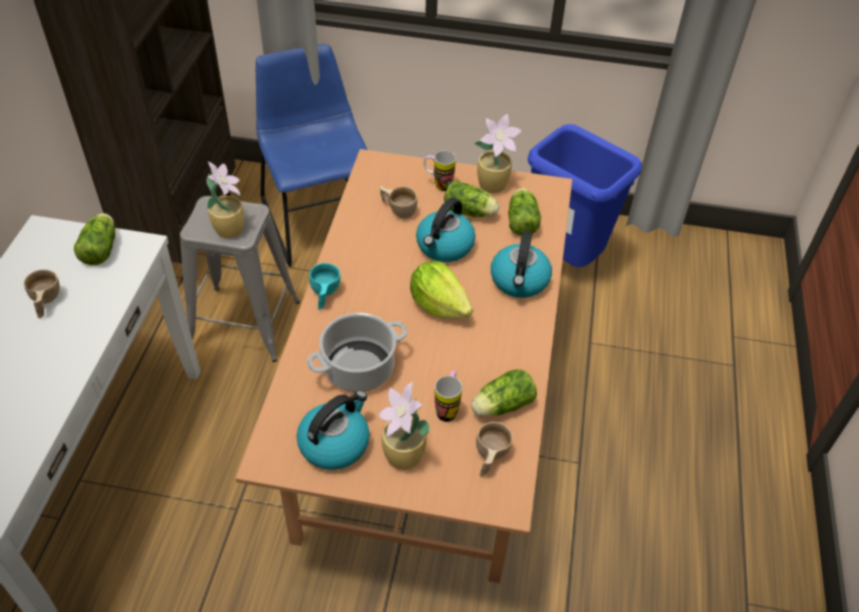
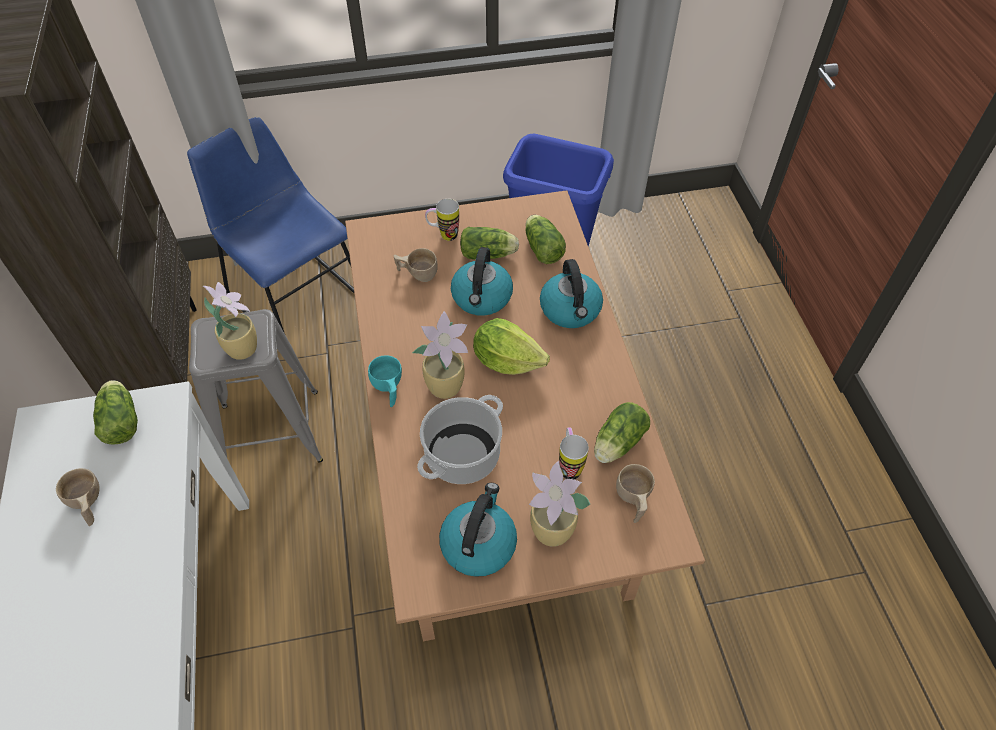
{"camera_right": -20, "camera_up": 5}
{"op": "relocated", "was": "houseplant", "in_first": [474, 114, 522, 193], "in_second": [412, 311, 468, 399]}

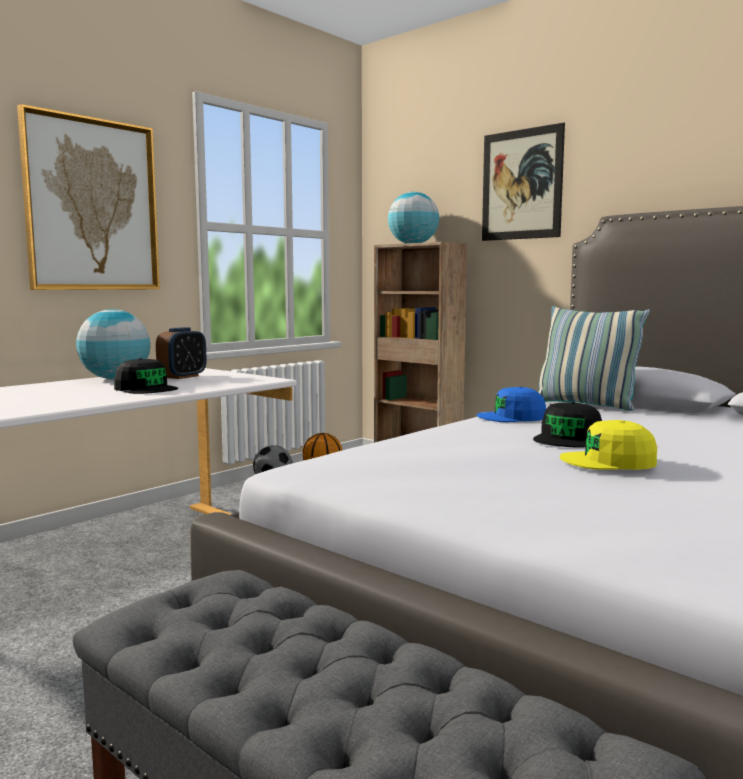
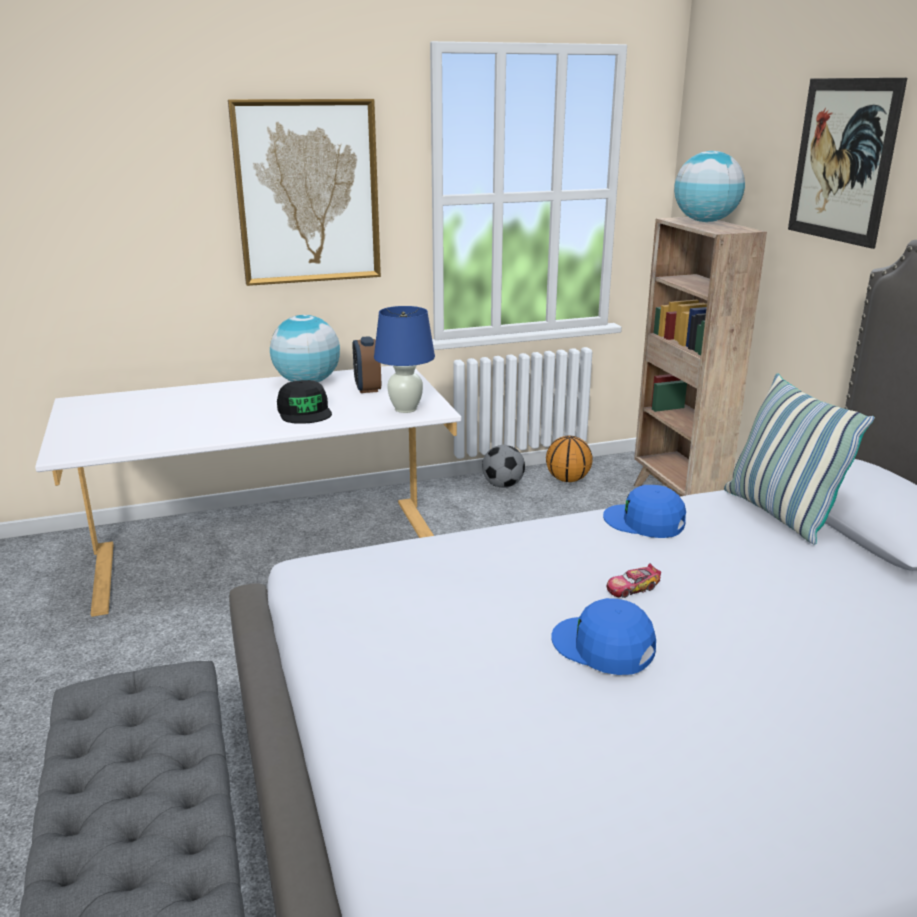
{"camera_right": 30, "camera_up": 15}
{"op": "appeared", "now": "table lamp (blue)", "in_second": [374, 306, 435, 413]}
{"op": "exchanged", "was": "baseball cap (black)", "now": "model car", "in_first": [533, 402, 602, 447], "in_second": [607, 563, 661, 598]}
{"op": "colour", "was": "baseball cap (yellow)", "now": "baseball cap (blue)", "in_first": [560, 420, 657, 470], "in_second": [551, 598, 656, 675]}
{"op": "spun", "was": "bedside clock", "in_first": [156, 327, 207, 379], "in_second": [353, 336, 381, 393], "clockwise": 105}

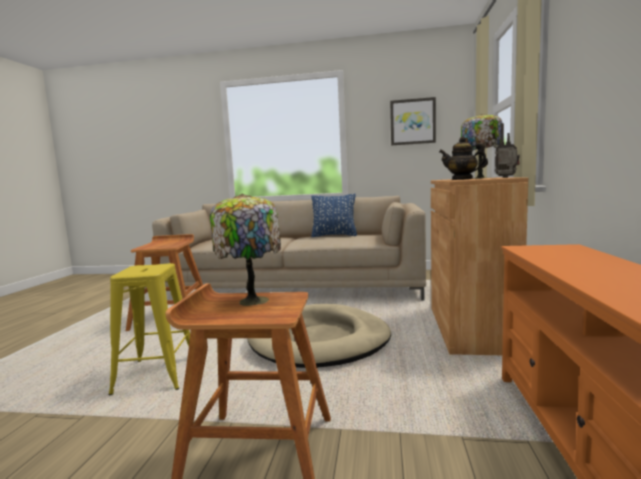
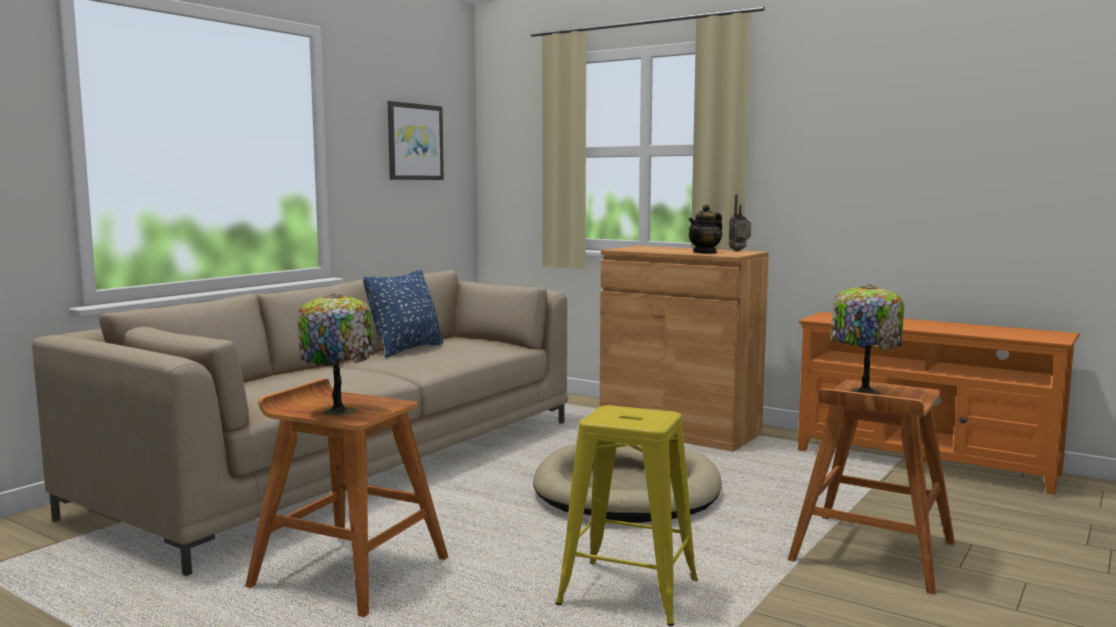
{"camera_right": -65, "camera_up": 0}
{"op": "relocated", "was": "table lamp", "in_first": [461, 114, 502, 179], "in_second": [297, 293, 374, 416]}

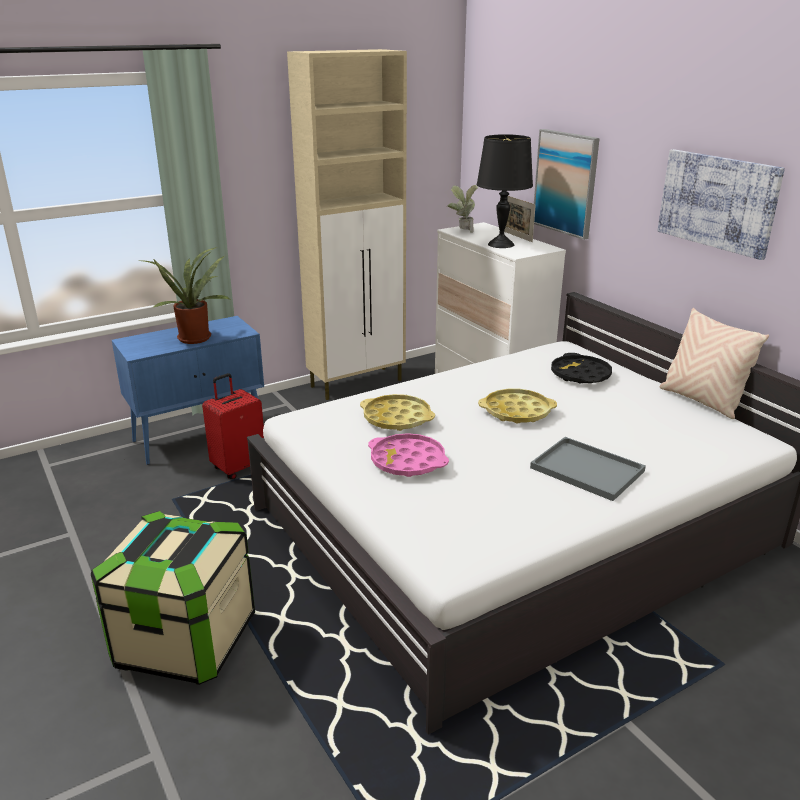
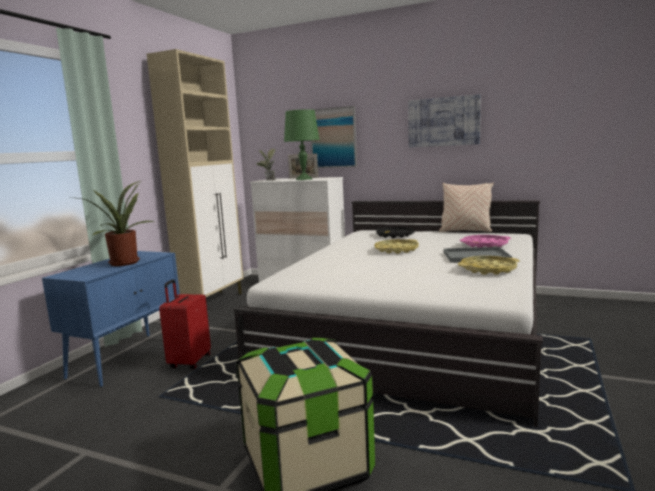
{"camera_right": -35, "camera_up": -15}
{"op": "relocated", "was": "tray (yellow)", "in_first": [360, 394, 435, 431], "in_second": [458, 256, 519, 275]}
{"op": "relocated", "was": "tray (pink-coloured)", "in_first": [368, 433, 449, 477], "in_second": [460, 235, 511, 247]}
{"op": "colour", "was": "table lamp (black)", "now": "table lamp (green)", "in_first": [477, 134, 533, 248], "in_second": [284, 109, 320, 180]}

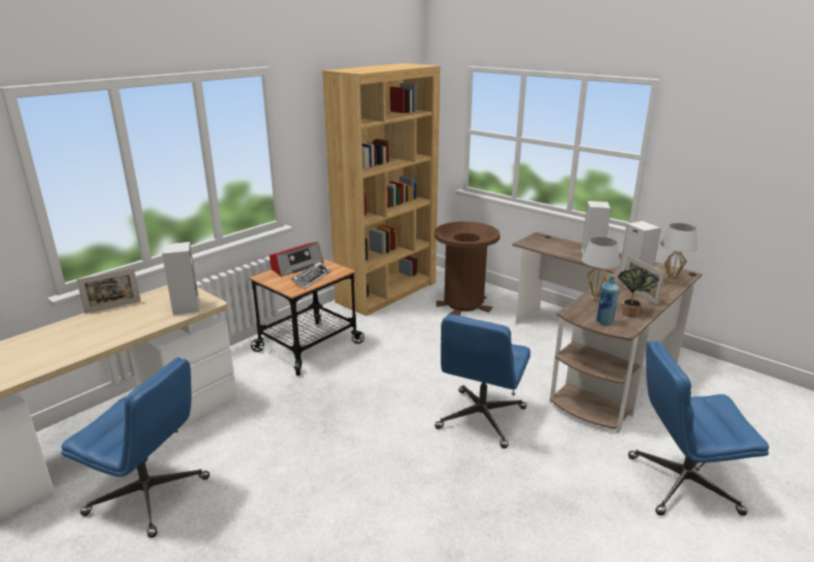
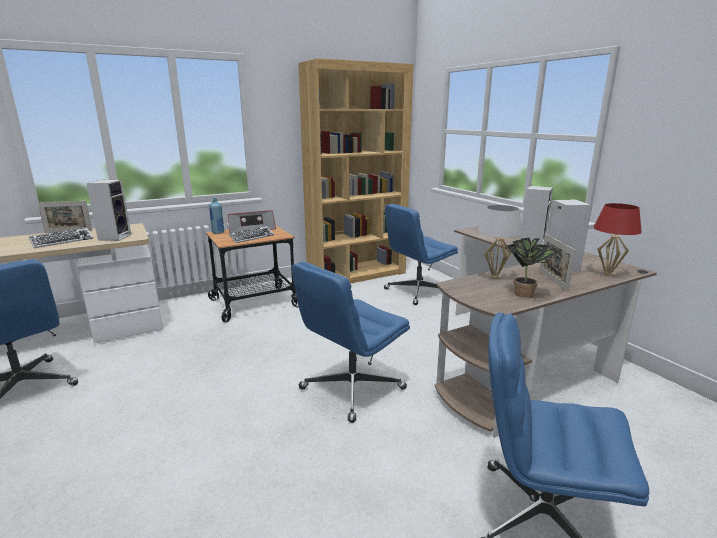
{"camera_right": 20, "camera_up": -5}
{"op": "appeared", "now": "PC keyboard", "in_second": [29, 228, 93, 248]}
{"op": "relocated", "was": "drink bottle (blue)", "in_first": [596, 276, 619, 325], "in_second": [209, 198, 224, 234]}
{"op": "exchanged", "was": "trash can (brown-coloured)", "now": "computer chair (blue)", "in_first": [434, 222, 500, 316], "in_second": [384, 204, 458, 305]}
{"op": "colour", "was": "table lamp (whitish)", "now": "table lamp (reddish)", "in_first": [660, 223, 698, 283], "in_second": [594, 203, 642, 276]}

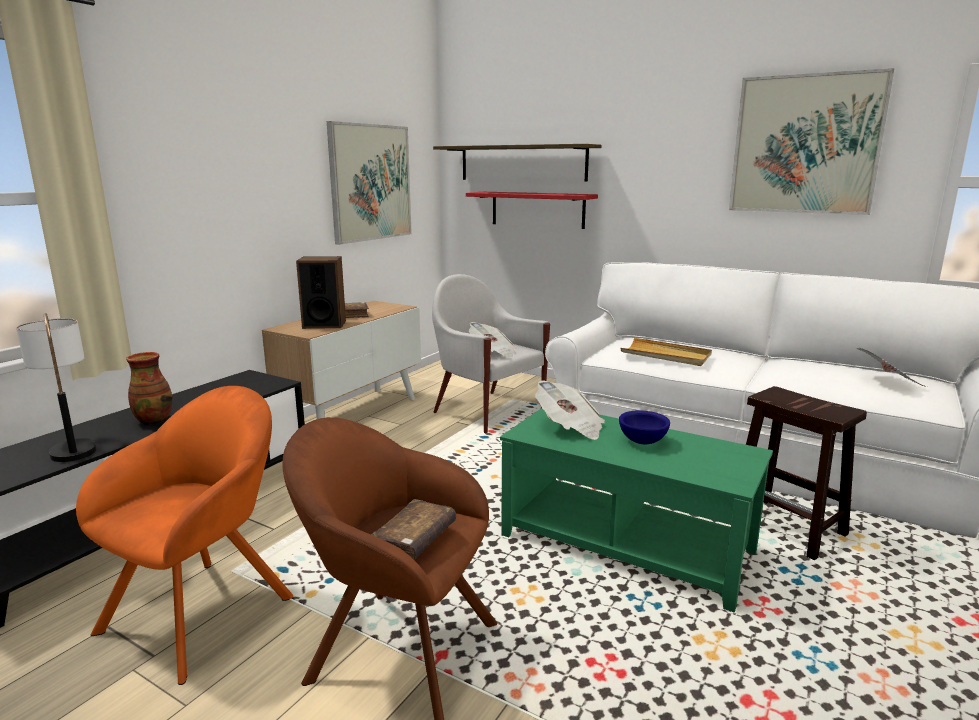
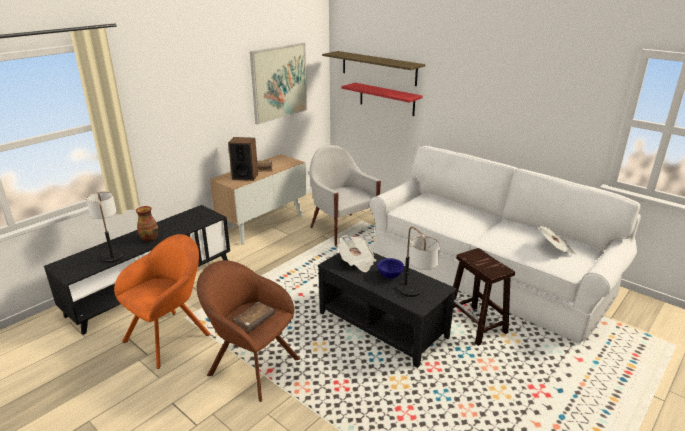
{"camera_right": 10, "camera_up": 10}
{"op": "missing", "was": "daily paper", "in_first": [468, 322, 516, 358]}
{"op": "missing", "was": "tray (beige)", "in_first": [621, 338, 712, 366]}
{"op": "missing", "was": "wall picture", "in_first": [729, 68, 895, 215]}
{"op": "appeared", "now": "table lamp", "in_second": [398, 227, 440, 297]}
{"op": "colour", "was": "low table (green)", "now": "low table (black)", "in_first": [500, 408, 773, 612], "in_second": [318, 252, 457, 368]}

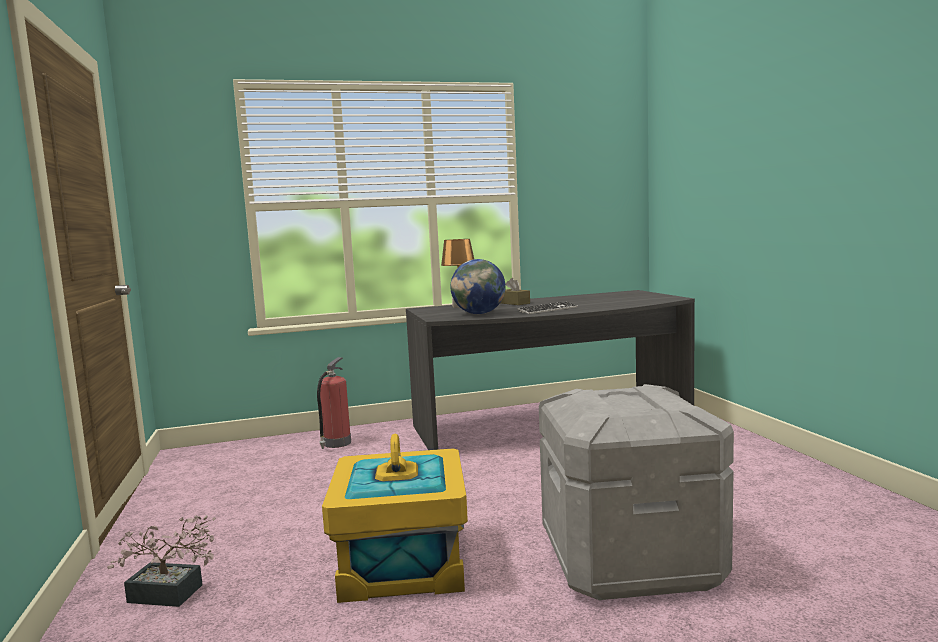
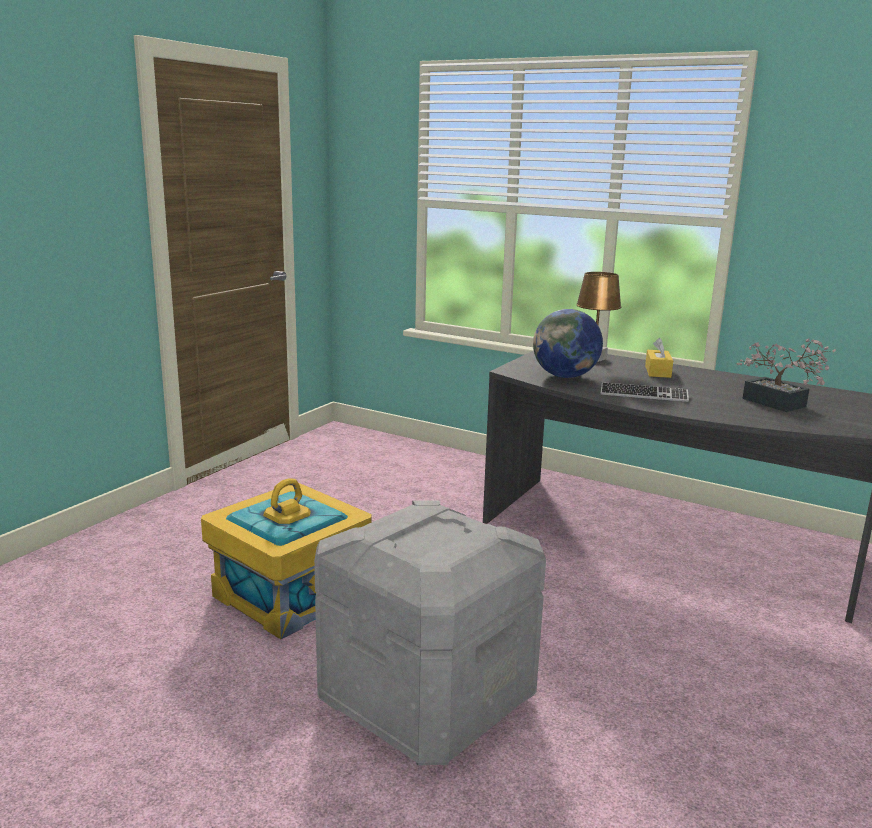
{"camera_right": 45, "camera_up": 10}
{"op": "missing", "was": "fire-fighting cylinder", "in_first": [317, 357, 351, 449]}
{"op": "relocated", "was": "houseplant", "in_first": [107, 515, 216, 607], "in_second": [736, 338, 836, 412]}
{"op": "colour", "was": "box of tissues (brown-coloured)", "now": "box of tissues (yellow)", "in_first": [500, 278, 530, 305], "in_second": [645, 338, 673, 378]}

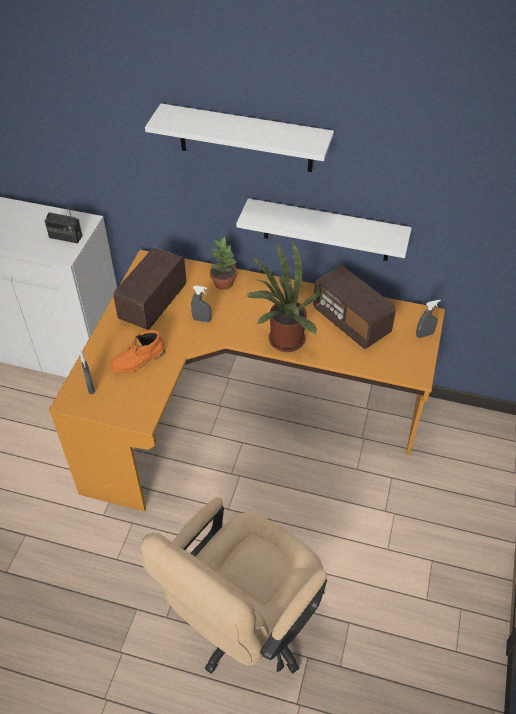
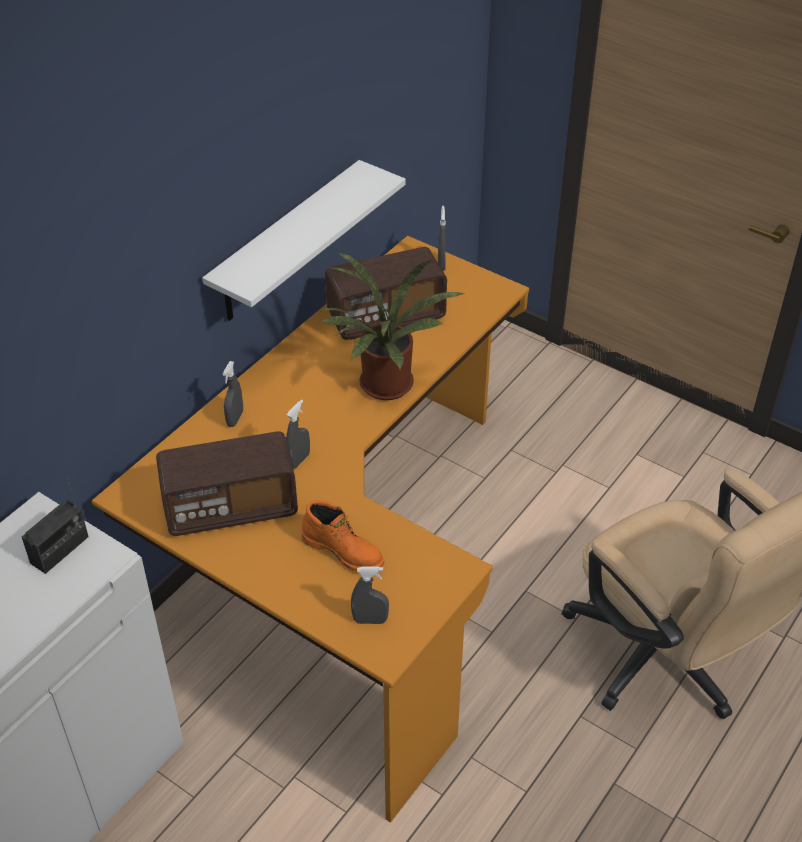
{"camera_right": -70, "camera_up": -5}
{"op": "missing", "was": "bracket shelf (whitish)", "in_first": [145, 103, 334, 172]}
{"op": "exchanged", "was": "houseplant", "now": "spray bottle (grey)", "in_first": [210, 237, 238, 290], "in_second": [223, 361, 243, 427]}
{"op": "spun", "was": "boot (orange)", "in_first": [110, 330, 165, 373], "in_second": [302, 500, 384, 572], "clockwise": -45}
{"op": "spun", "was": "radio", "in_first": [113, 247, 186, 330], "in_second": [156, 432, 298, 536], "clockwise": -60}

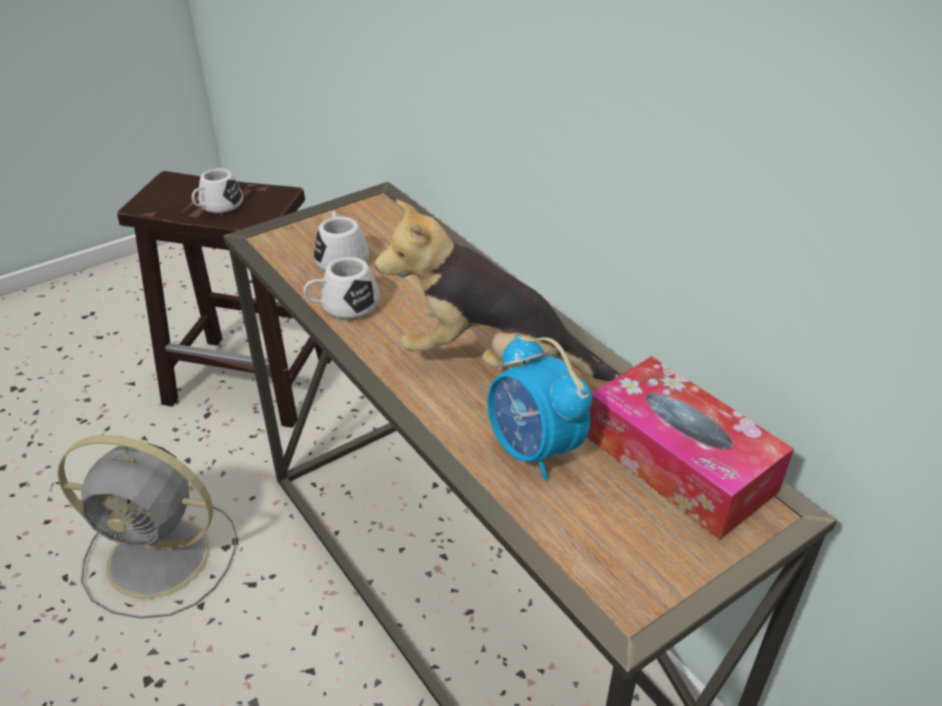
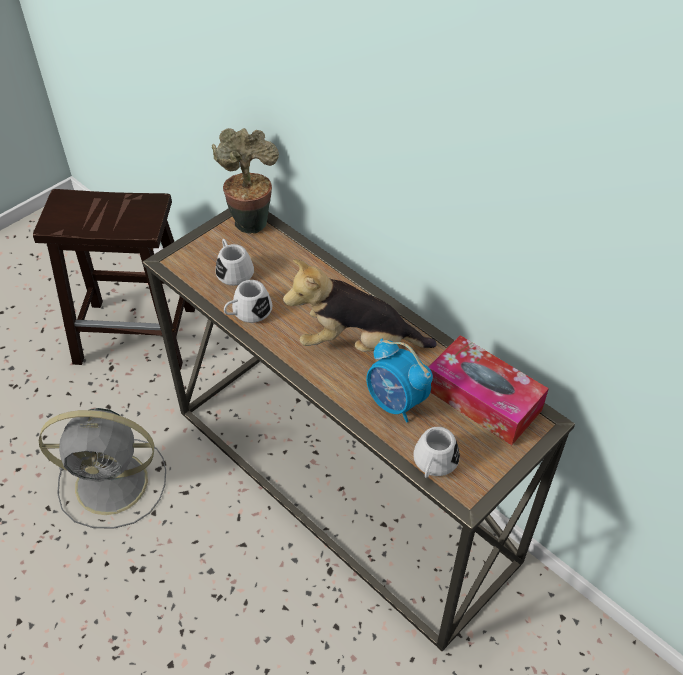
{"camera_right": -10, "camera_up": 10}
{"op": "appeared", "now": "houseplant", "in_second": [212, 128, 279, 234]}
{"op": "relocated", "was": "mug (whitish)", "in_first": [192, 168, 243, 213], "in_second": [413, 427, 460, 478]}

